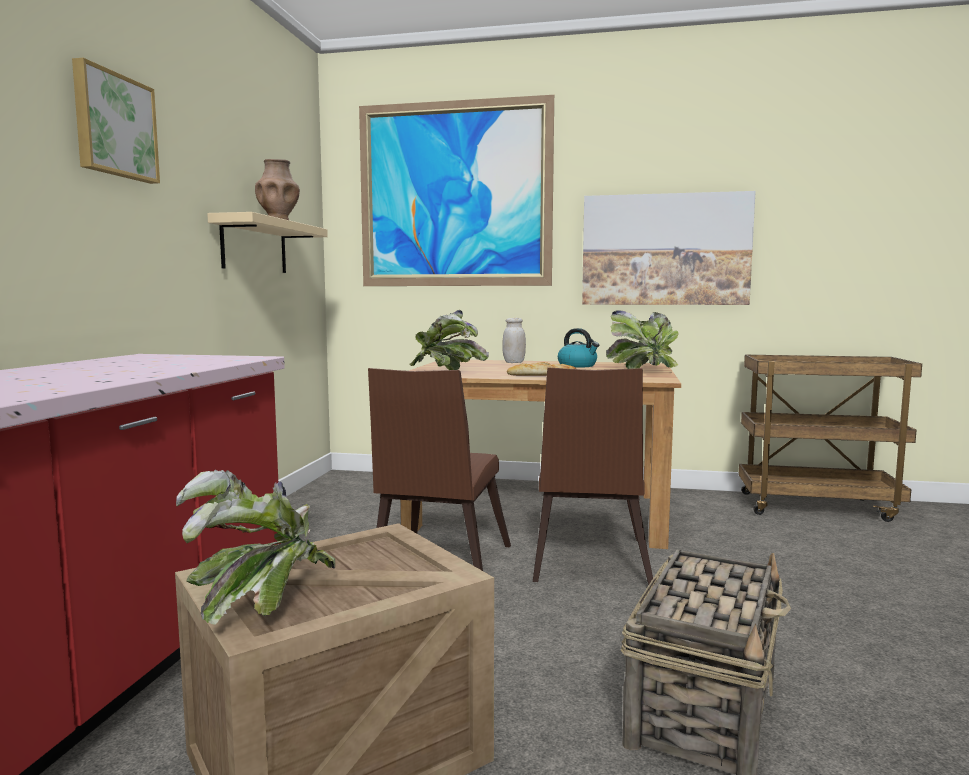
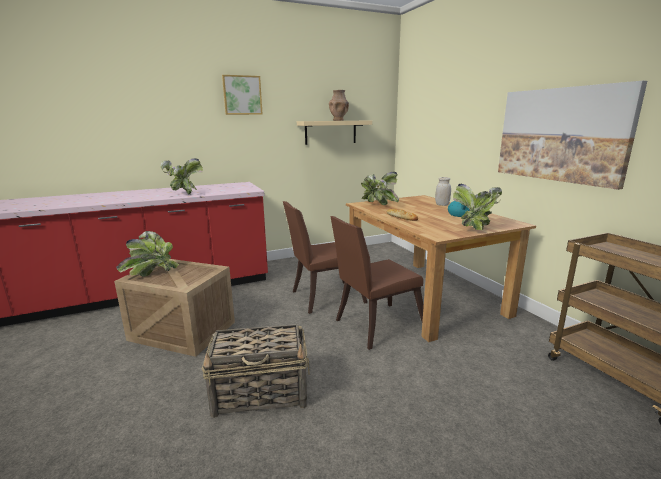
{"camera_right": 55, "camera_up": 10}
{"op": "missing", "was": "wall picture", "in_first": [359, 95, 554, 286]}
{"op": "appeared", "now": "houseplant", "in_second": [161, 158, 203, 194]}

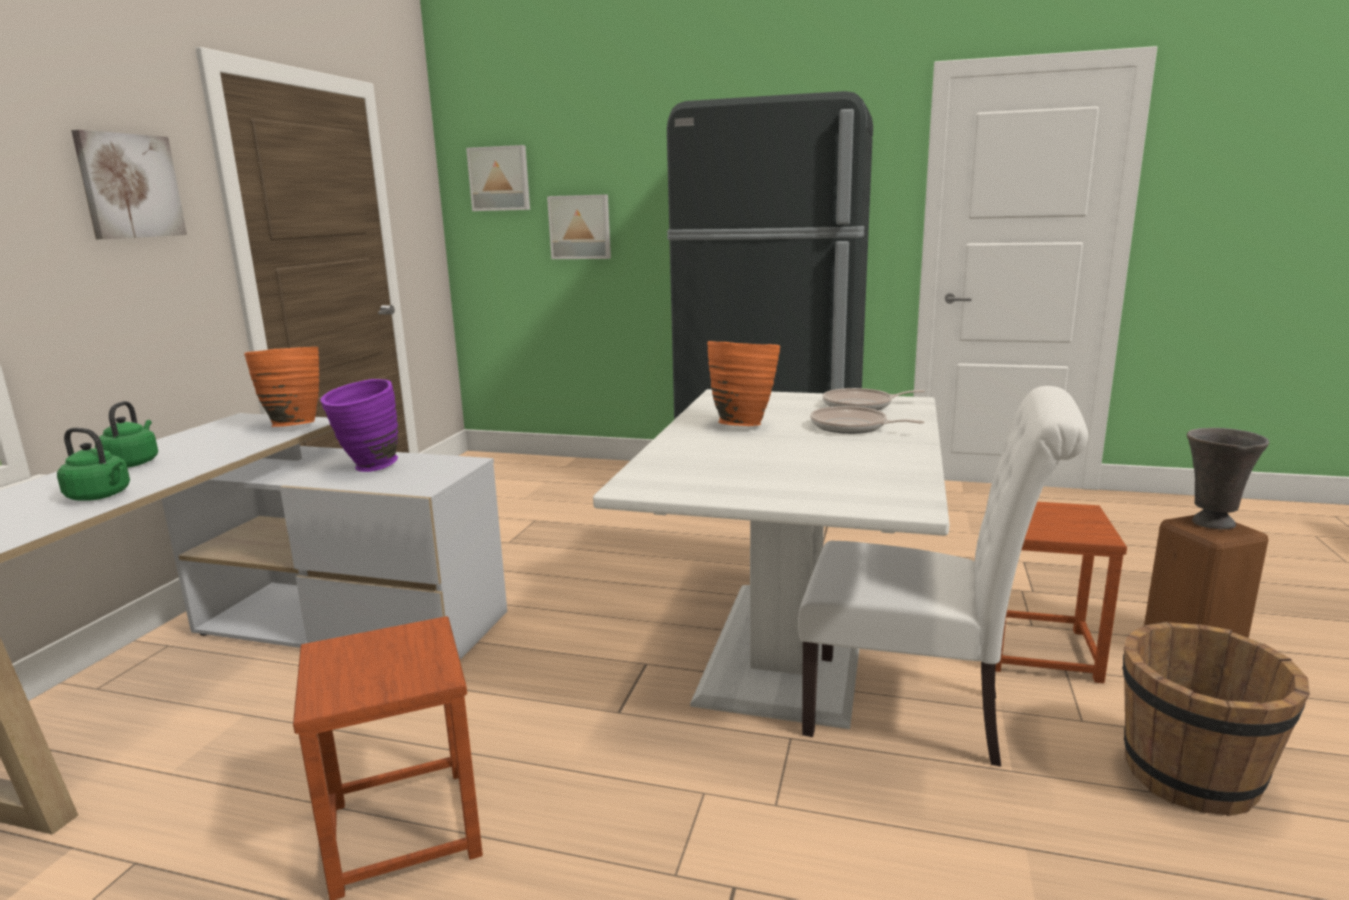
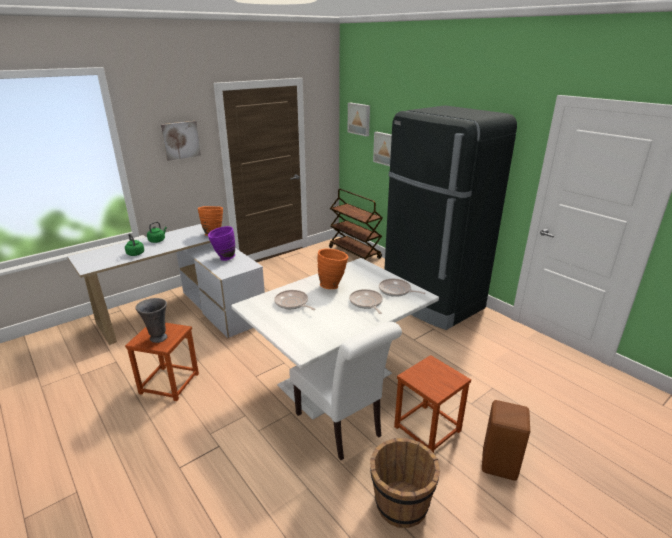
{"camera_right": 35, "camera_up": 10}
{"op": "appeared", "now": "frying pan", "in_second": [274, 290, 315, 310]}
{"op": "appeared", "now": "cart (brown-coloured)", "in_second": [329, 189, 383, 260]}
{"op": "relocated", "was": "decorative vase (grey)", "in_first": [1187, 428, 1269, 529], "in_second": [135, 298, 167, 343]}

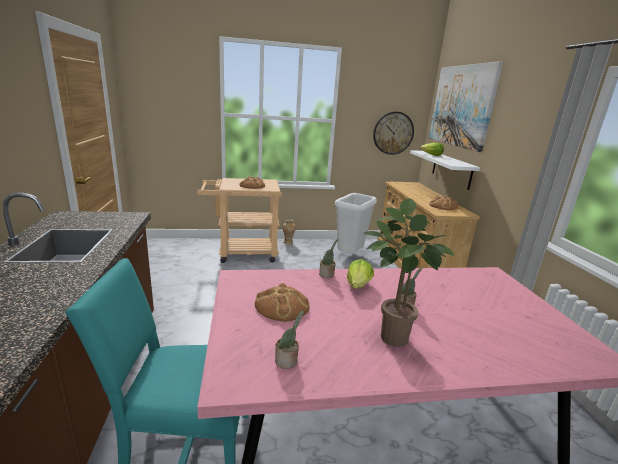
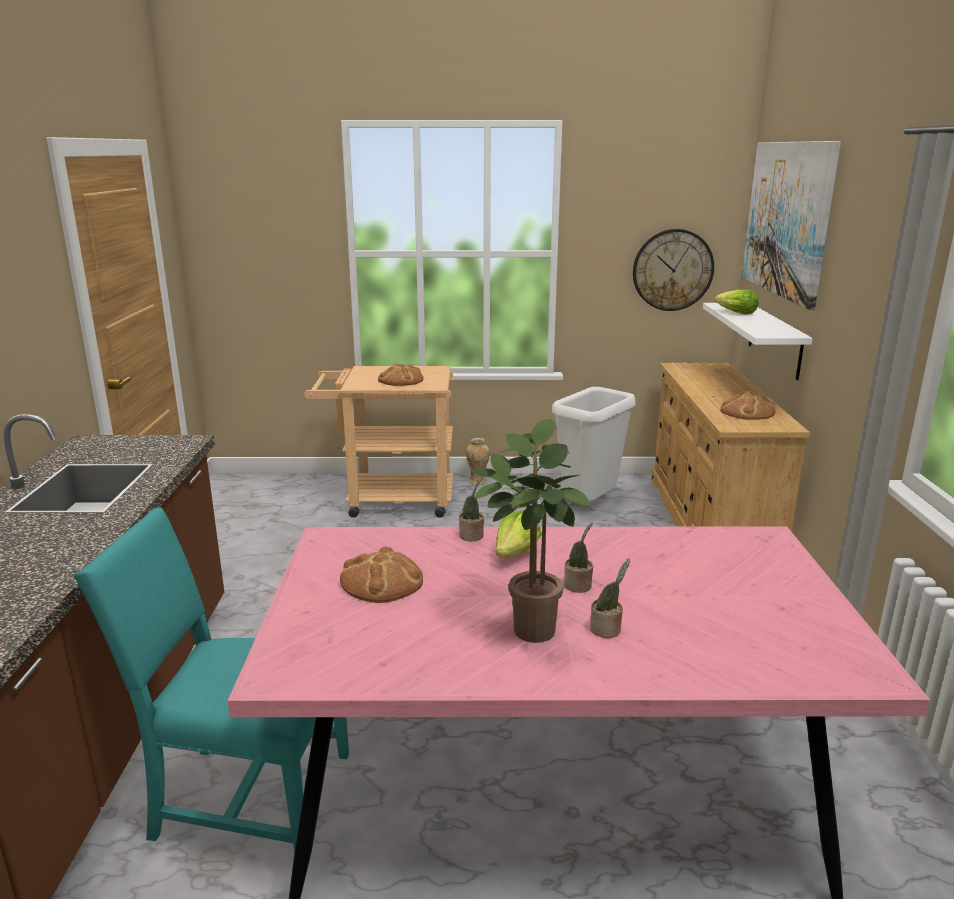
{"camera_right": 10, "camera_up": 0}
{"op": "relocated", "was": "houseplant", "in_first": [275, 310, 304, 369], "in_second": [590, 558, 630, 638]}

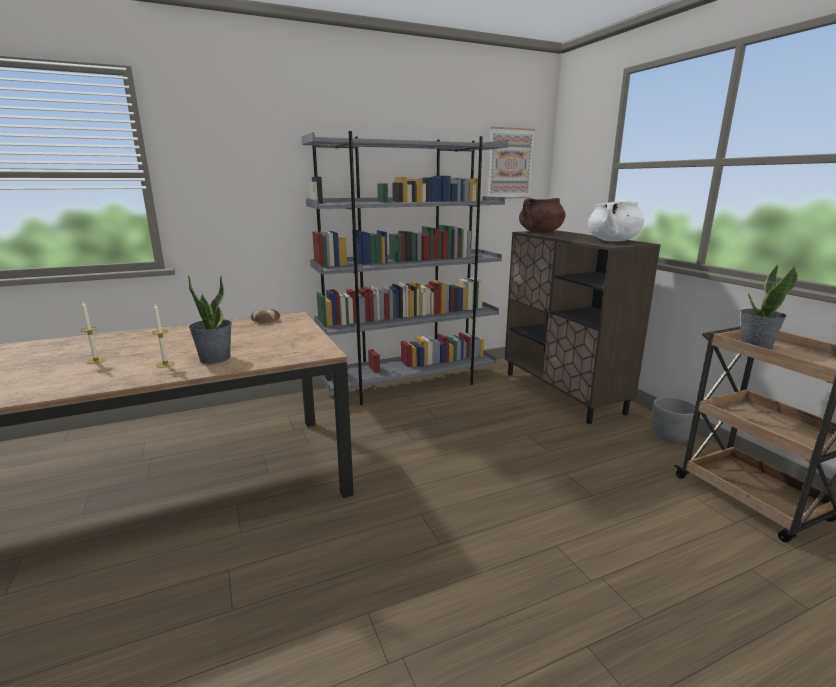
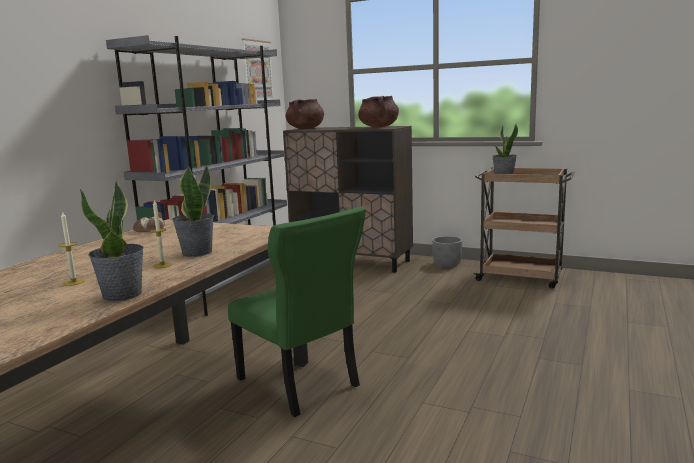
{"camera_right": -40, "camera_up": -5}
{"op": "appeared", "now": "houseplant", "in_second": [80, 180, 144, 301]}
{"op": "appeared", "now": "plain chair (green)", "in_second": [228, 206, 366, 417]}
{"op": "colour", "was": "saucepot (whitish)", "now": "saucepot (brown-coloured)", "in_first": [588, 200, 644, 242], "in_second": [358, 96, 399, 127]}

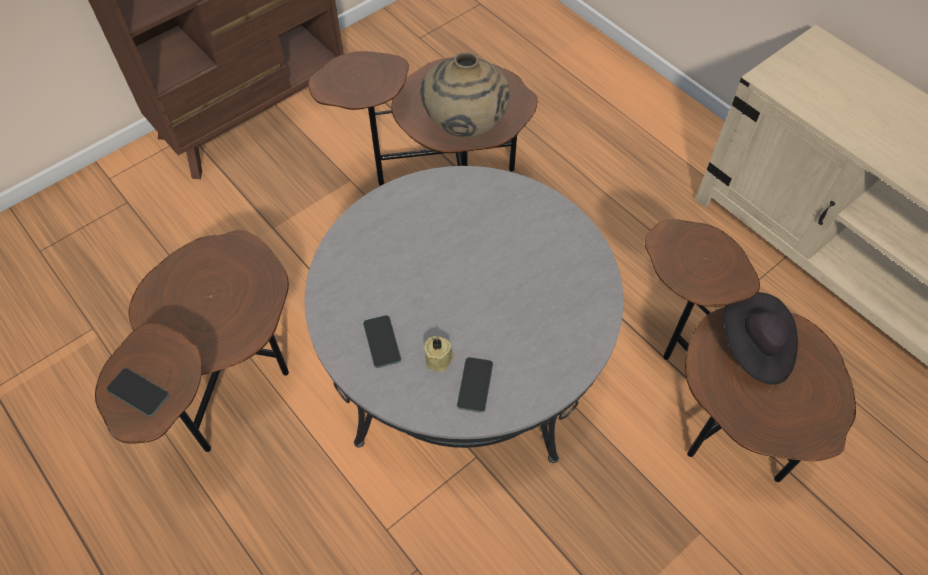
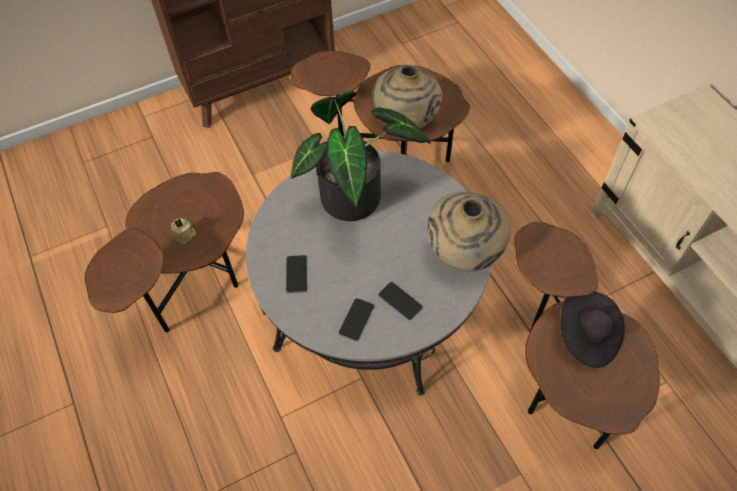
{"camera_right": 15, "camera_up": 0}
{"op": "appeared", "now": "houseplant", "in_second": [291, 91, 431, 221]}
{"op": "appeared", "now": "decorative vase (beige)", "in_second": [427, 191, 511, 271]}
{"op": "relocated", "was": "telephone", "in_first": [107, 368, 169, 416], "in_second": [378, 282, 423, 320]}
{"op": "relocated", "was": "wax light (beige)", "in_first": [424, 336, 454, 372], "in_second": [171, 218, 196, 244]}

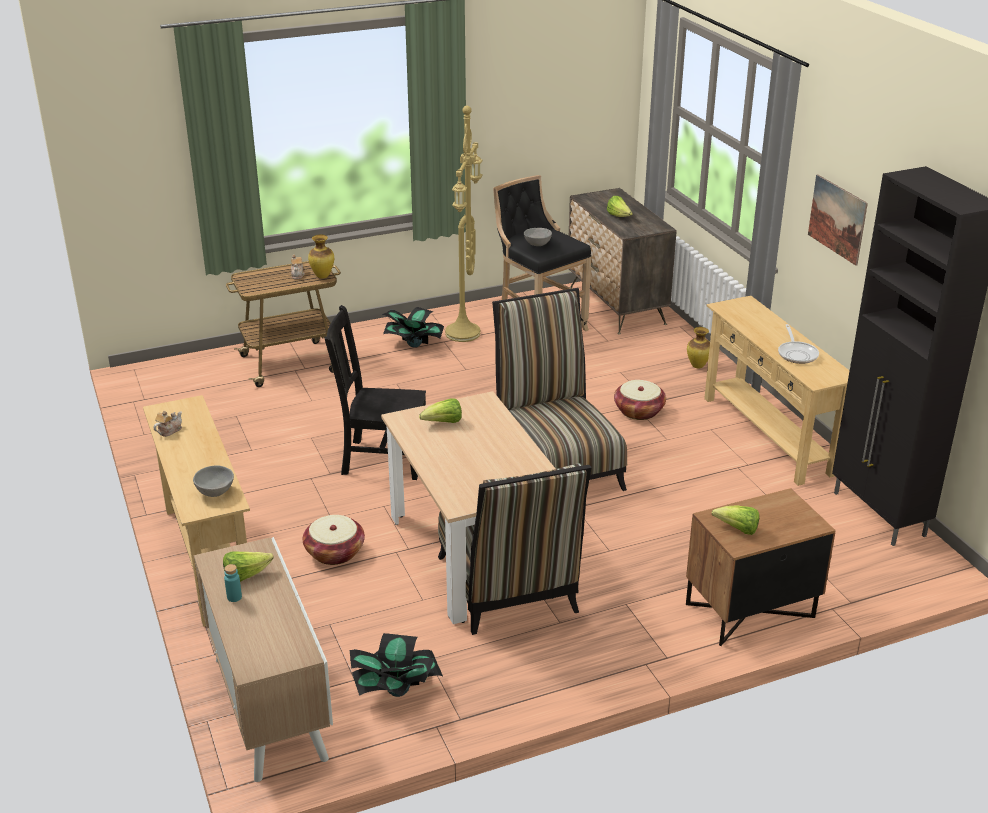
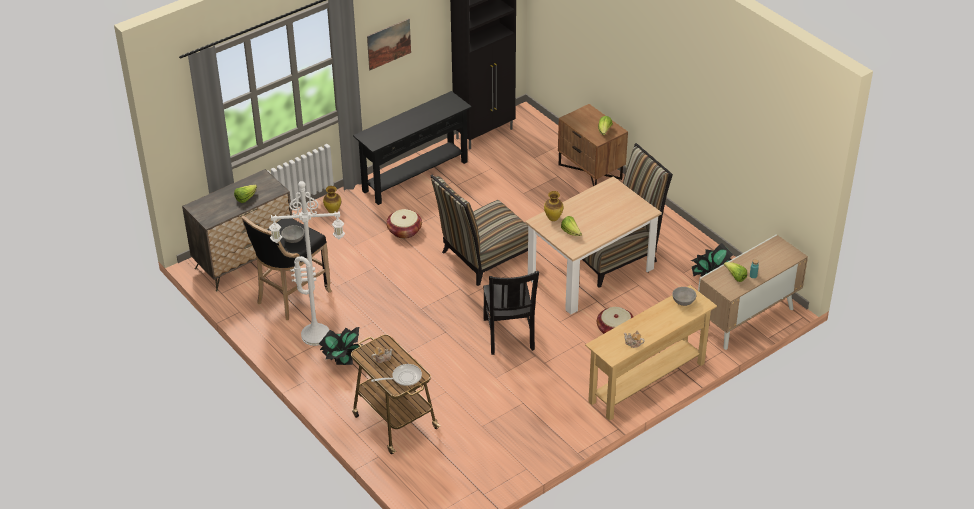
{"camera_right": -105, "camera_up": 10}
{"op": "relocated", "was": "decorative vase", "in_first": [308, 235, 334, 278], "in_second": [544, 191, 563, 221]}
{"op": "relocated", "was": "frying pan", "in_first": [778, 324, 819, 364], "in_second": [371, 364, 422, 386]}
{"op": "colour", "was": "standing lamp (yellow)", "now": "standing lamp (whitish)", "in_first": [445, 106, 483, 342], "in_second": [269, 181, 345, 346]}
{"op": "colour", "was": "hall table (beige)", "now": "hall table (black)", "in_first": [704, 296, 850, 486], "in_second": [353, 91, 472, 205]}

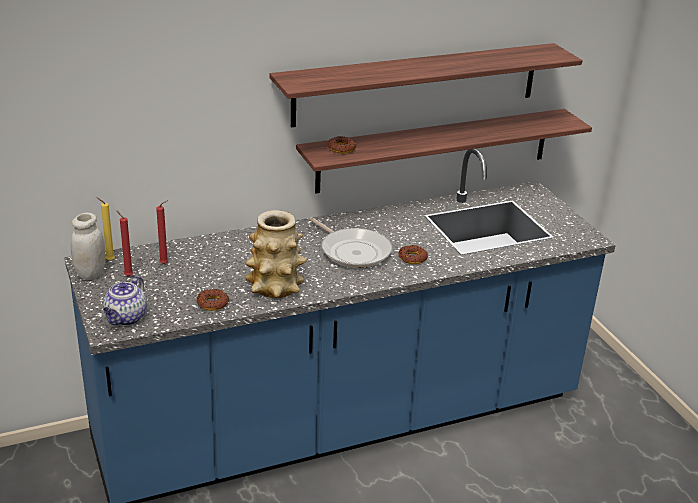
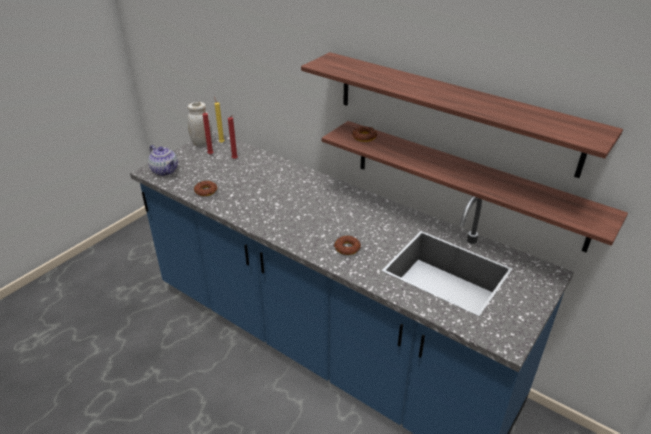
{"camera_right": 60, "camera_up": 5}
{"op": "missing", "was": "decorative vase", "in_first": [245, 210, 307, 298]}
{"op": "missing", "was": "frying pan", "in_first": [309, 217, 392, 268]}
{"op": "spun", "was": "pot for tea", "in_first": [103, 276, 147, 326], "in_second": [148, 145, 178, 176], "clockwise": -120}

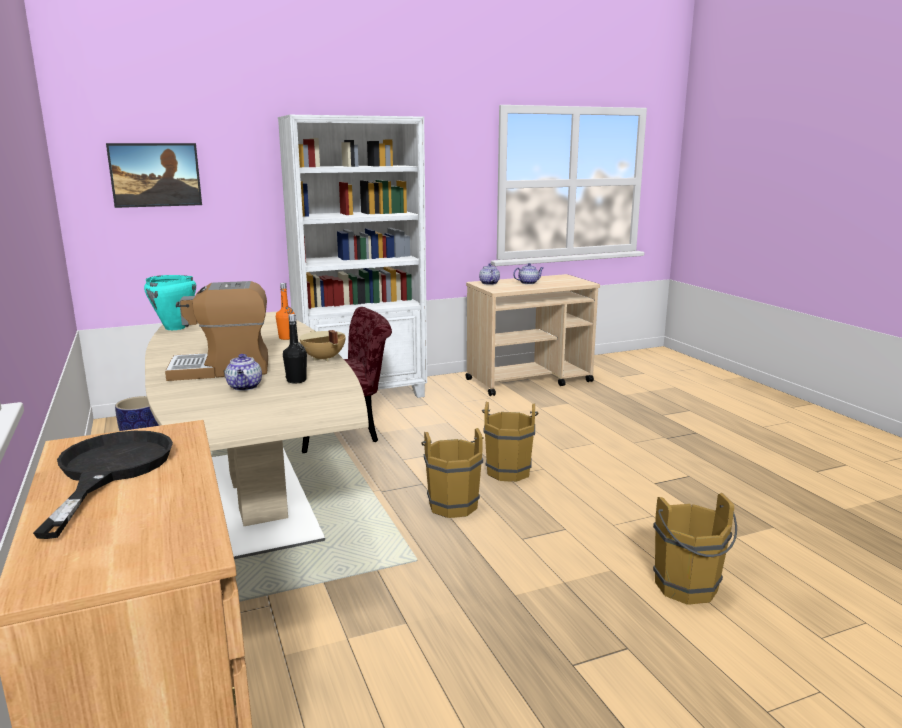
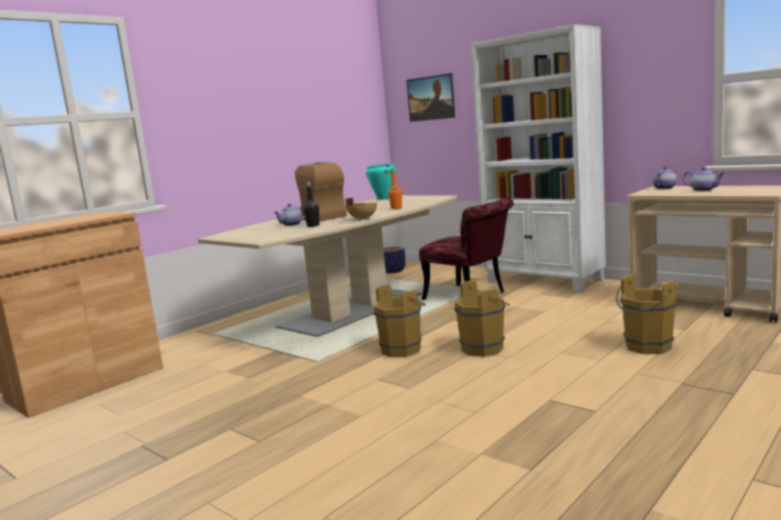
{"camera_right": 65, "camera_up": -5}
{"op": "missing", "was": "frying pan (black)", "in_first": [33, 431, 173, 539]}
{"op": "relocated", "was": "water bucket (brown-coloured)", "in_first": [653, 493, 737, 605], "in_second": [616, 274, 677, 354]}

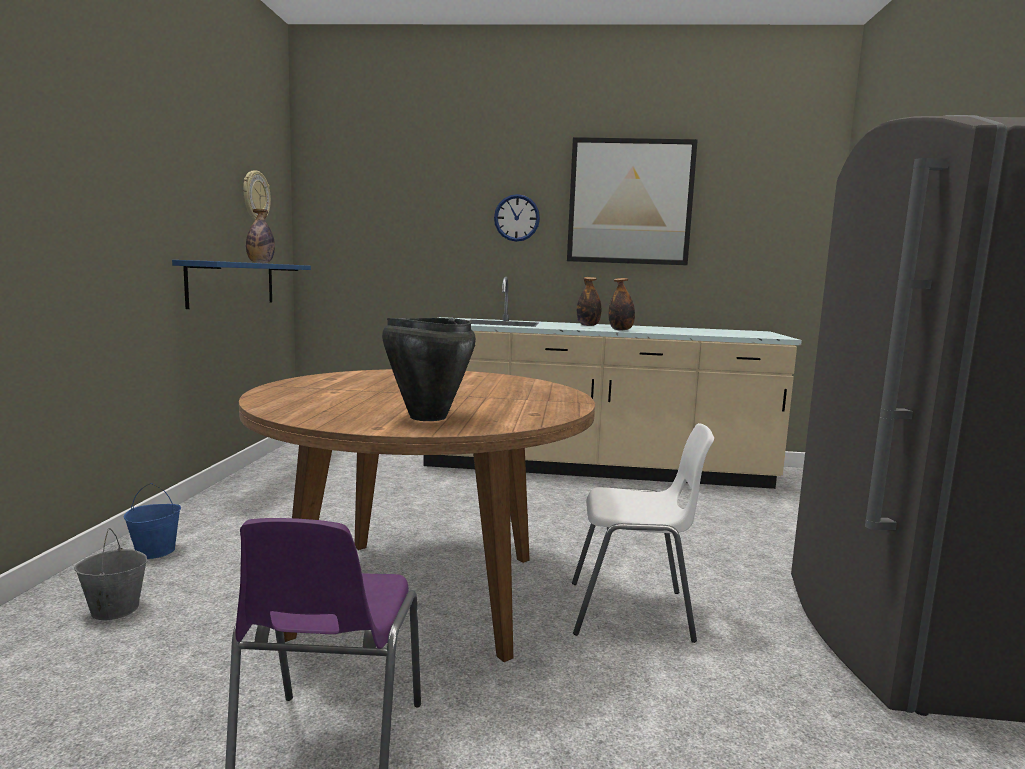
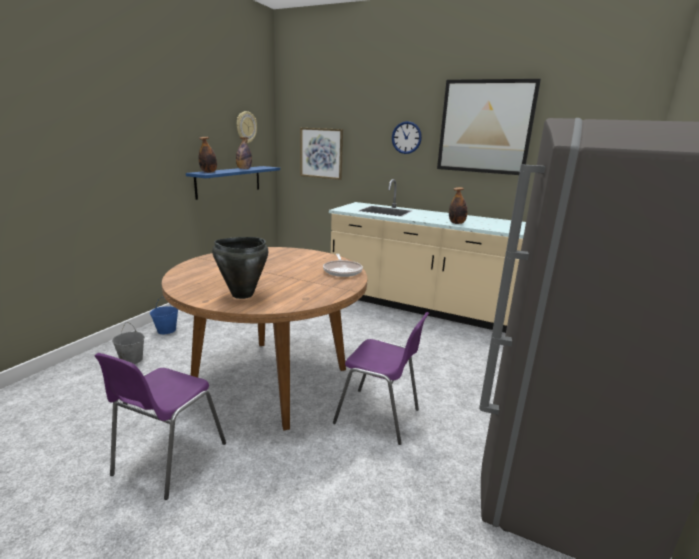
{"camera_right": 20, "camera_up": 10}
{"op": "appeared", "now": "wall picture", "in_second": [300, 128, 343, 180]}
{"op": "appeared", "now": "frying pan", "in_second": [323, 254, 363, 277]}
{"op": "relocated", "was": "drink bottle", "in_first": [577, 277, 601, 326], "in_second": [198, 137, 217, 173]}
{"op": "colour", "was": "plain chair (whitish)", "now": "plain chair (purplish)", "in_first": [572, 423, 714, 643], "in_second": [333, 312, 429, 445]}

